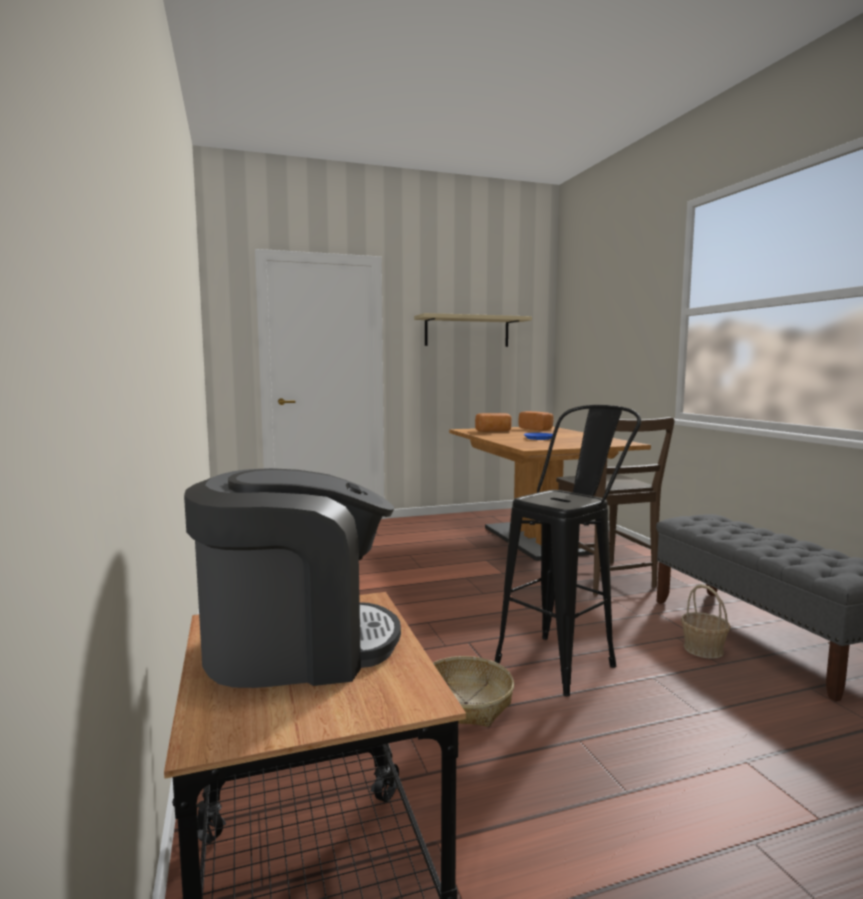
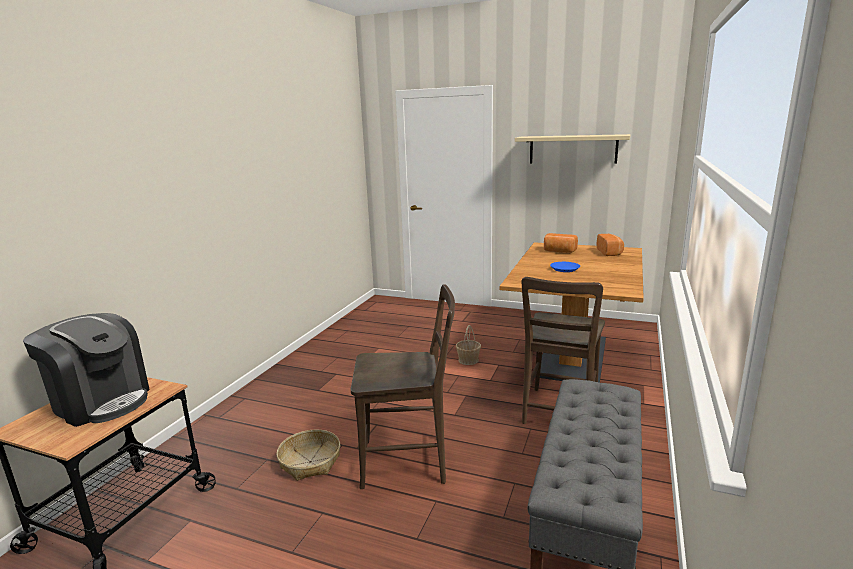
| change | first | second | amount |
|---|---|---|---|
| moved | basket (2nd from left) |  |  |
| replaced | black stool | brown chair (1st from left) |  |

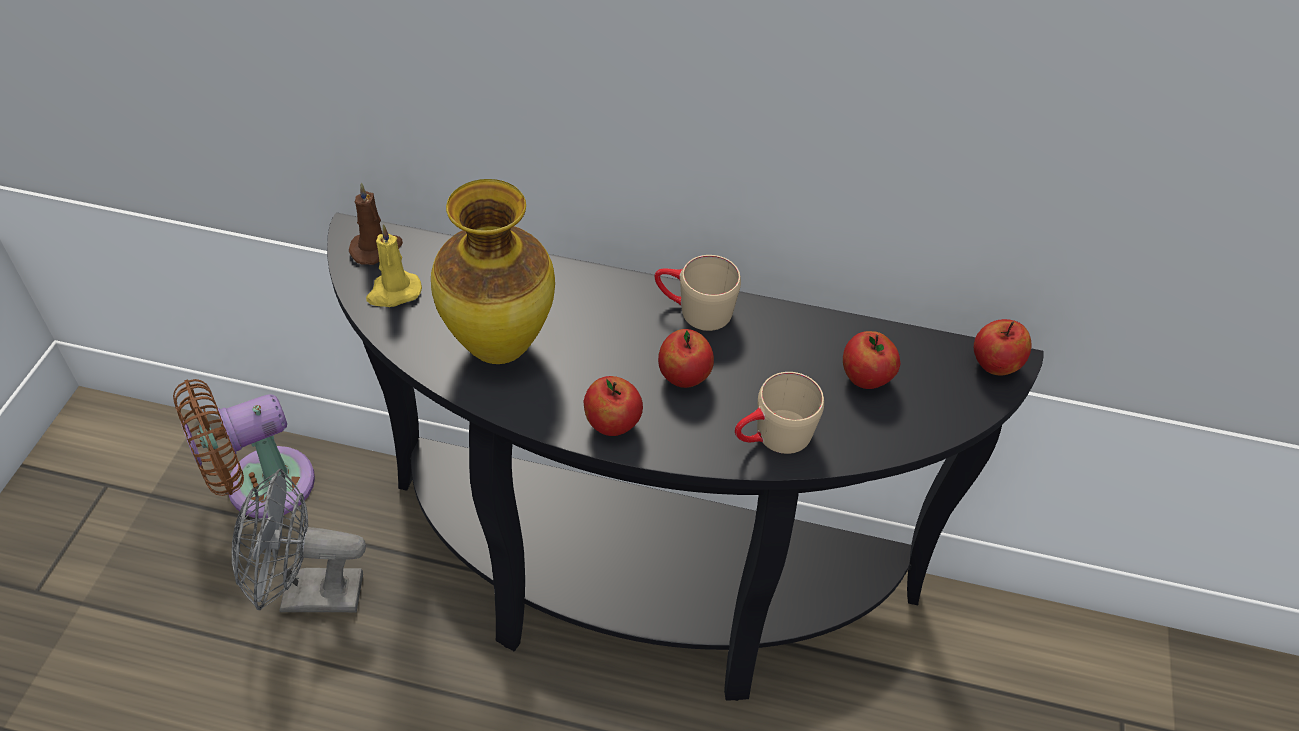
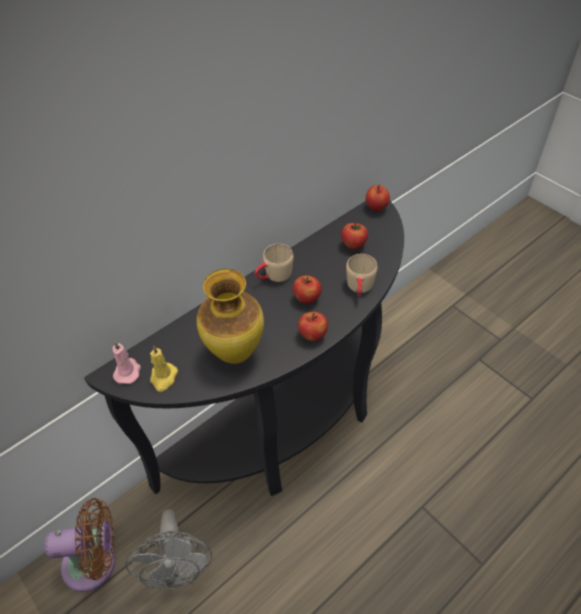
| change | first | second | amount |
|---|---|---|---|
| recoloured | brown candle | pink candle |  |
| turned | brown fan |  | 105 degrees counterclockwise |
| turned | grey fan |  | 45 degrees counterclockwise |

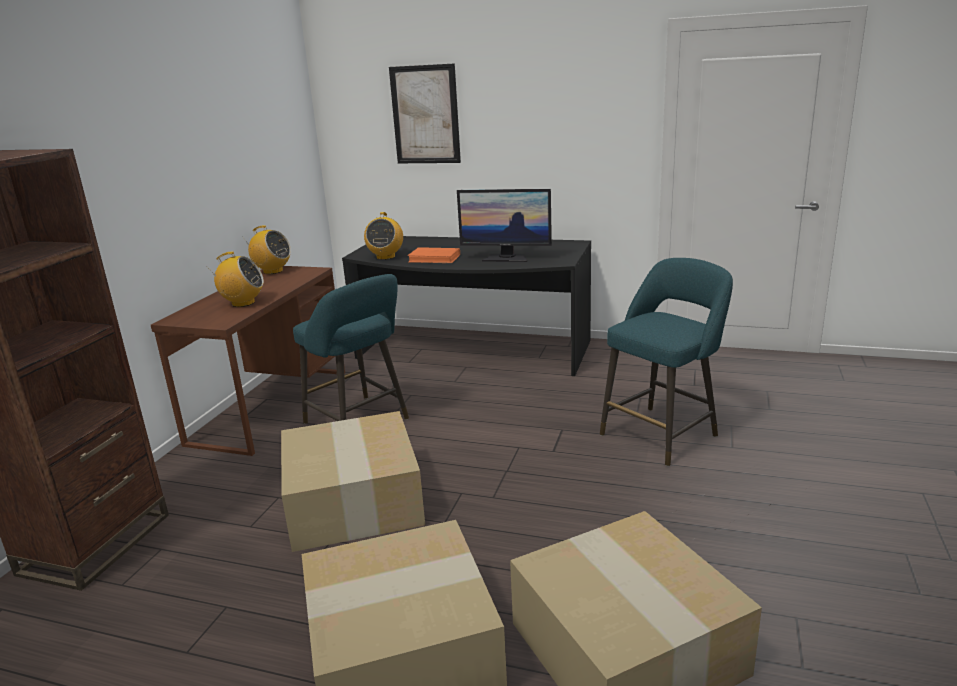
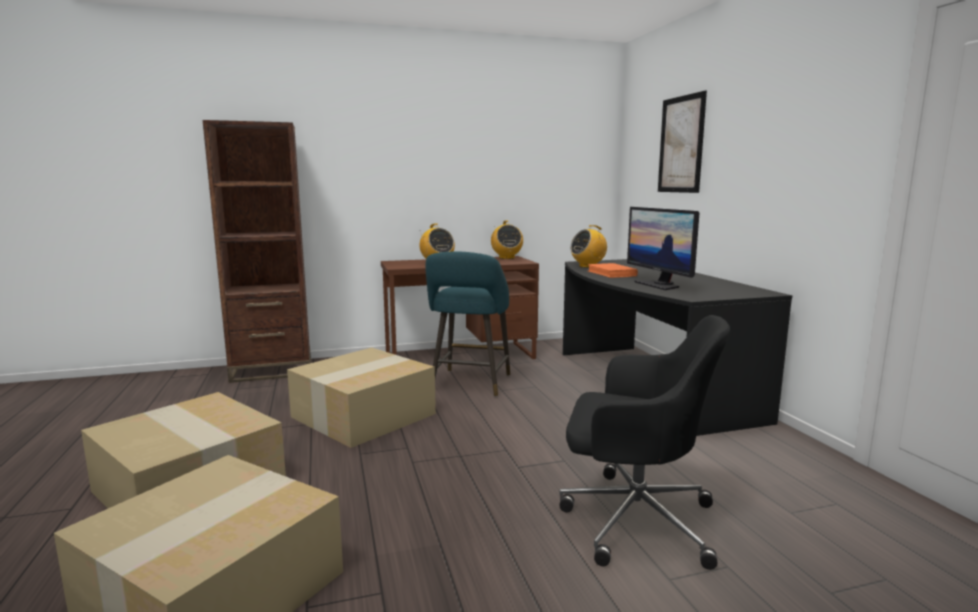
| change | first | second | amount |
|---|---|---|---|
| replaced | turquoise stool (2nd from left) | black office chair |  |

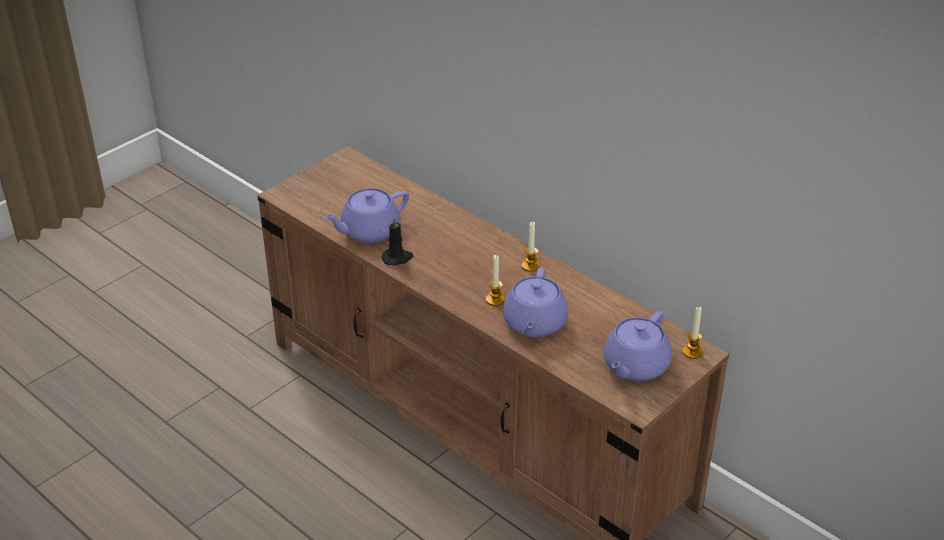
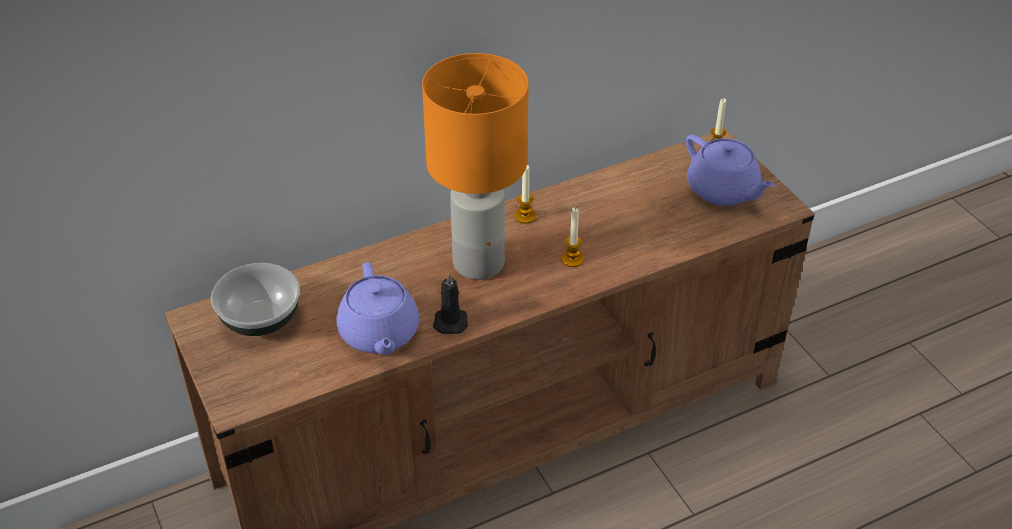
| change | first | second | amount |
|---|---|---|---|
| removed | purple teapot (2nd from left) |  |  |
| added |  | bowl |  |
| added |  | orange table lamp |  |

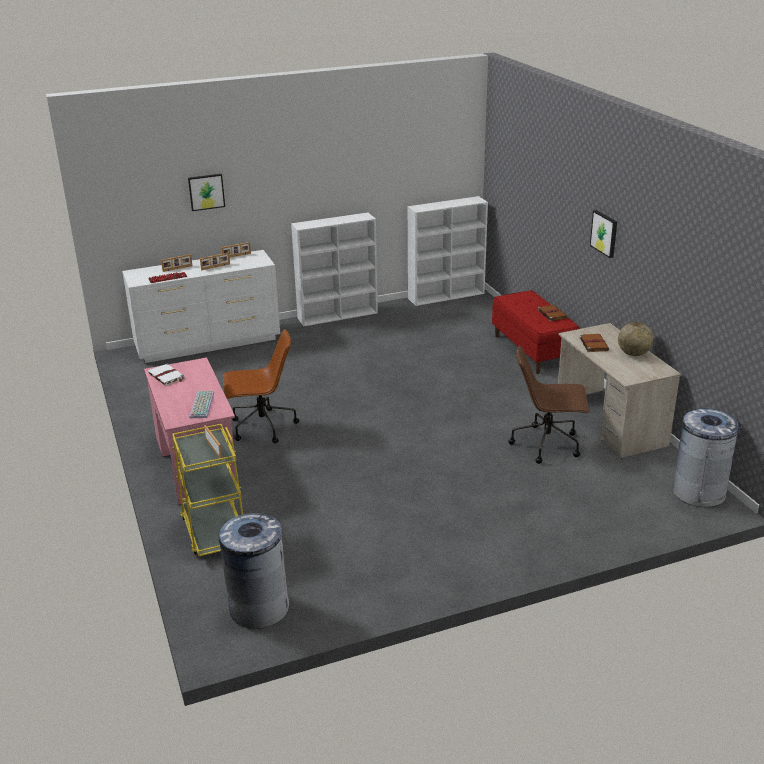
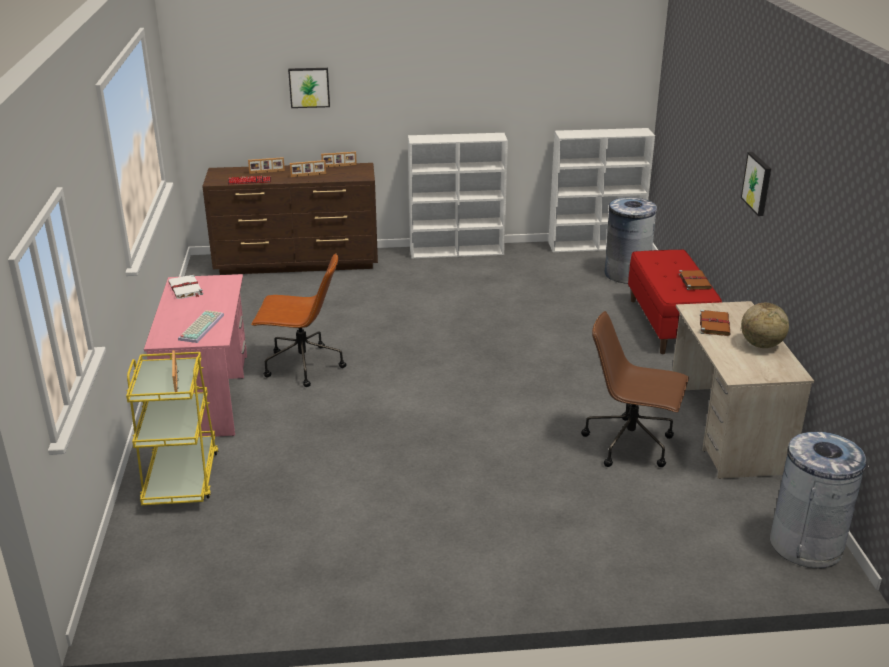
| change | first | second | amount |
|---|---|---|---|
| moved | grey trash can (1st from left) |  |  |
| recoloured | white dresser | brown dresser |  |

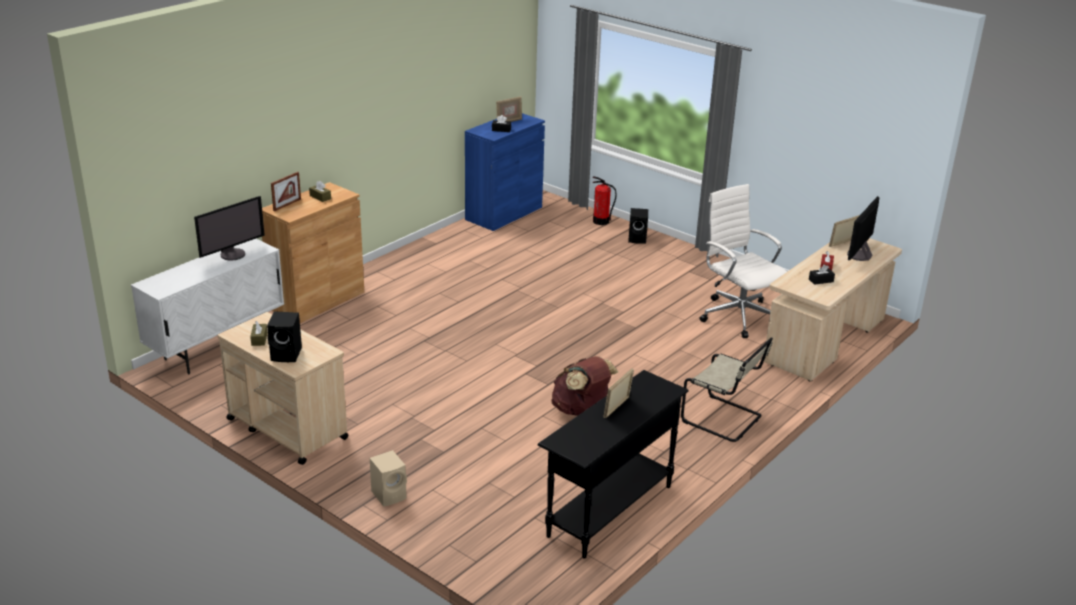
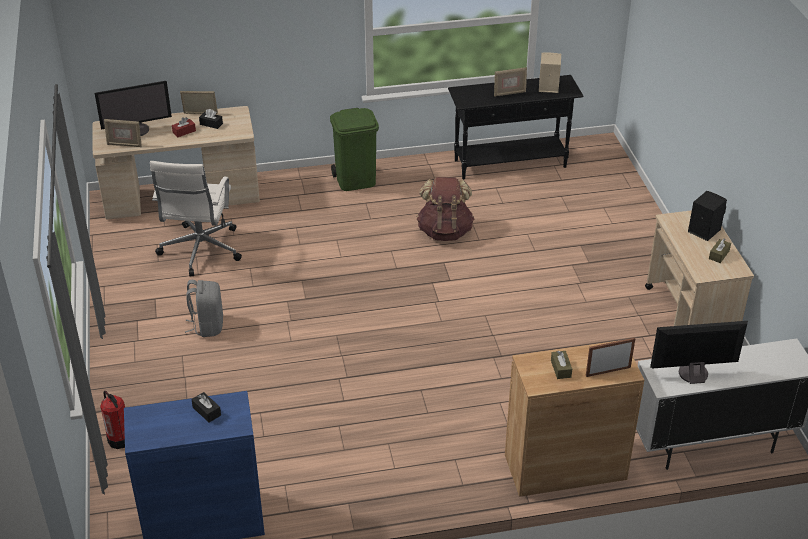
| change | first | second | amount |
|---|---|---|---|
| removed | black speaker (2nd from left) |  |  |
| added |  | grey backpack |  |
| moved | beige speaker |  |  |
| moved | picture frame (2nd from left) |  |  |
| replaced | beige chair | green trash can |  |

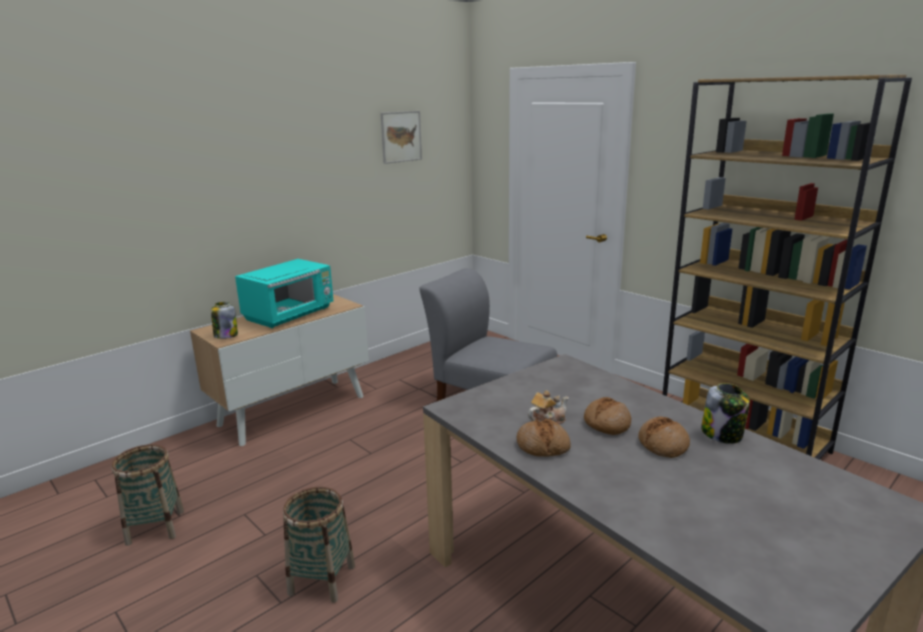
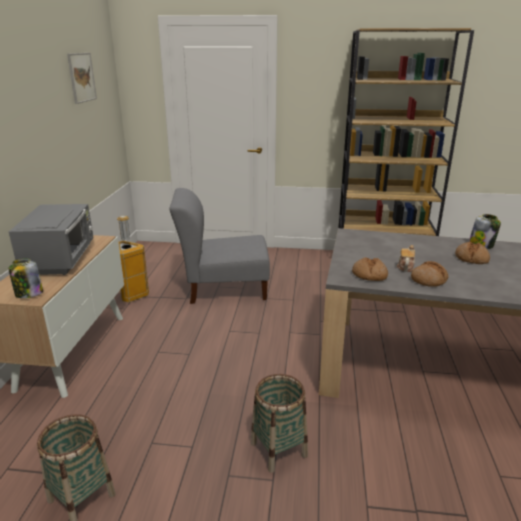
| change | first | second | amount |
|---|---|---|---|
| added |  | trash can |  |
| moved | bread (2nd from left in the first image) | bread (1st from left) |  |
| recoloured | turquoise microwave | grey microwave |  |

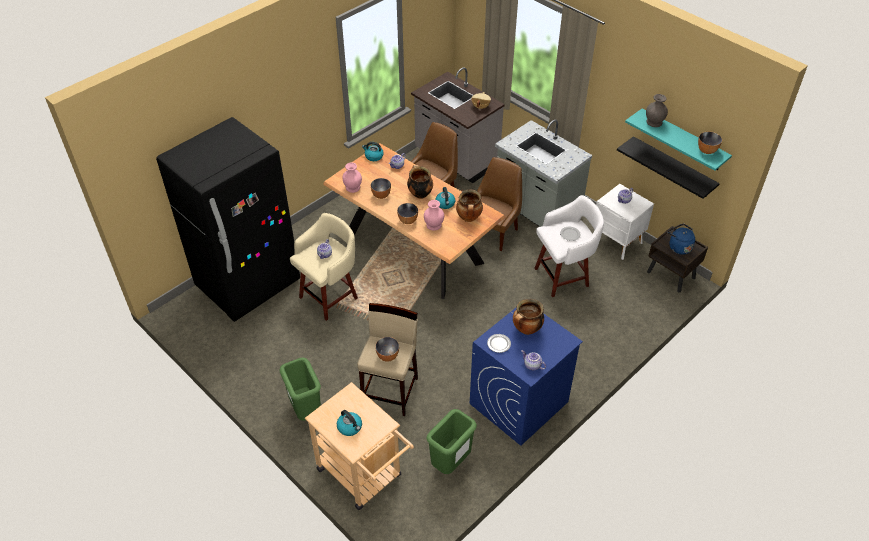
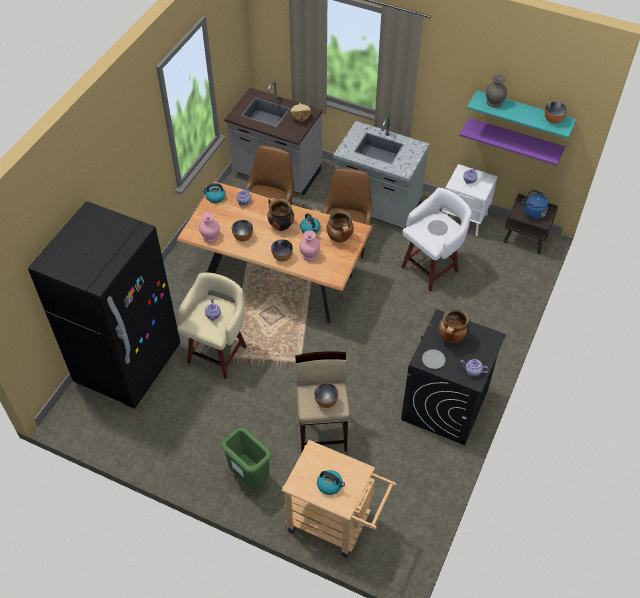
| change | first | second | amount |
|---|---|---|---|
| removed | green trash can (2nd from left) |  |  |
| recoloured | blue washing machine | black washing machine |  |
| recoloured | black shelf | purple shelf |  |

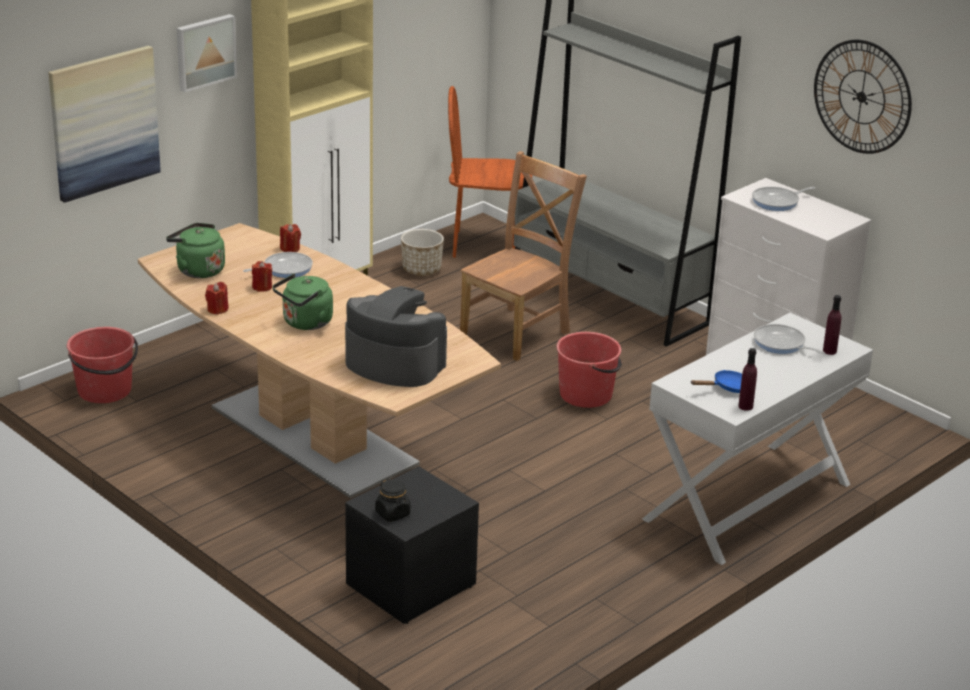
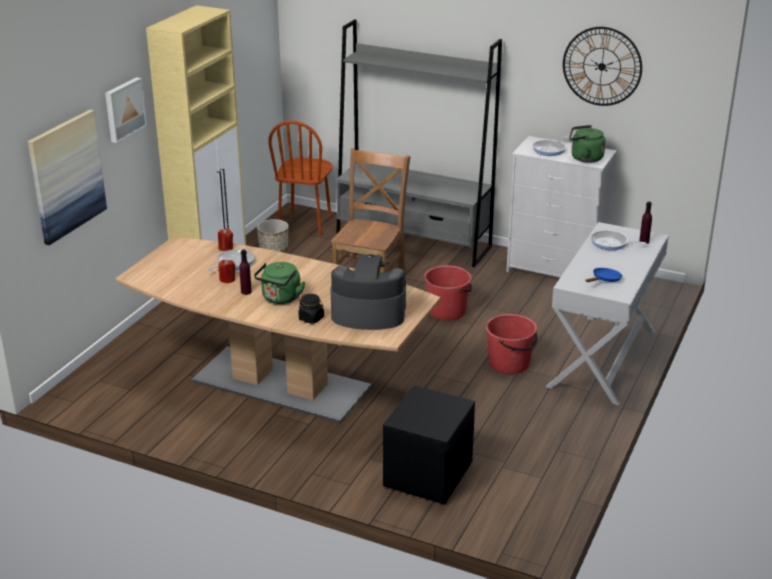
| change | first | second | amount |
|---|---|---|---|
| removed | red candle (1st from left) |  |  |
| moved | red bucket (1st from left in the first image) | red bucket (2nd from left) |  |
| moved | green kettle (1st from left in the first image) | green kettle (2nd from left) |  |
| moved | black jar |  |  |
| moved | purple bottle (1st from left) |  |  |
| turned | brown chair (1st from left) |  | 60 degrees counterclockwise |

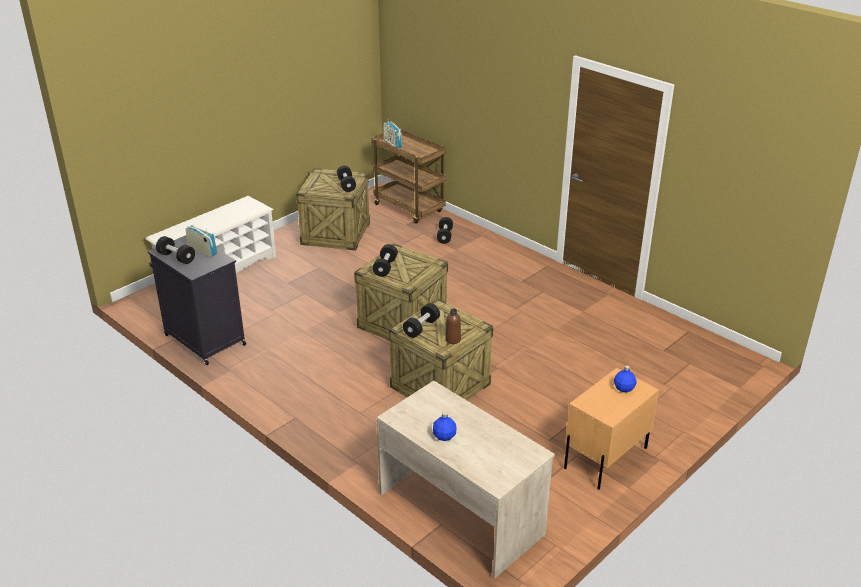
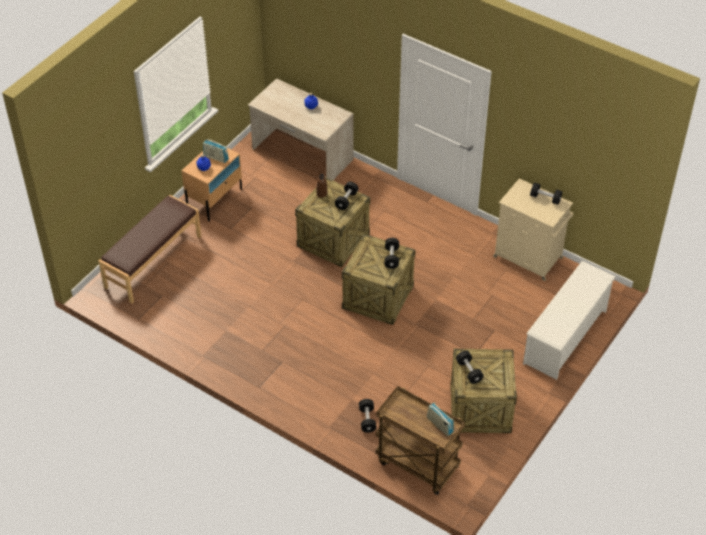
| change | first | second | amount |
|---|---|---|---|
| added |  | brown bench |  |
| moved | radio (1st from left) |  |  |
| recoloured | black cabinet | beige cabinet |  |

